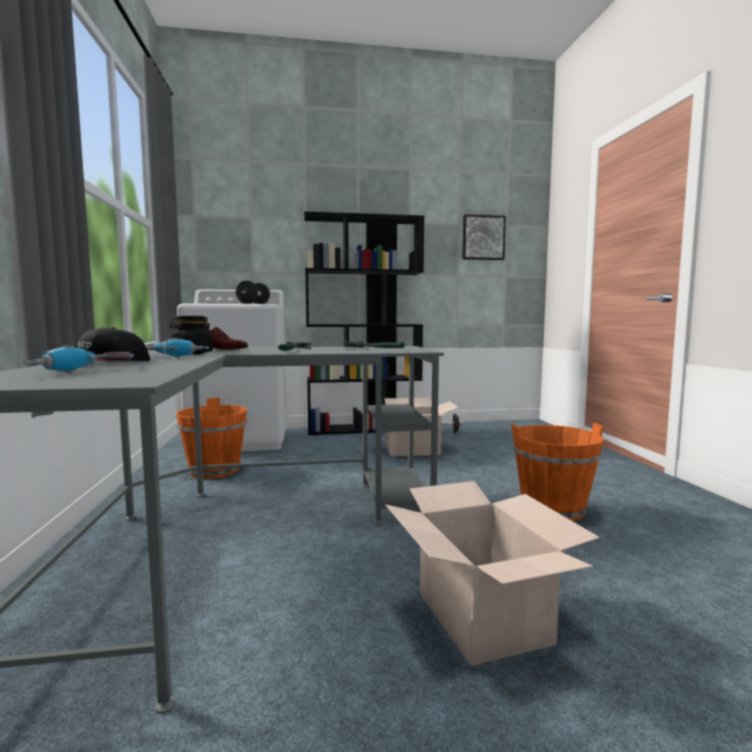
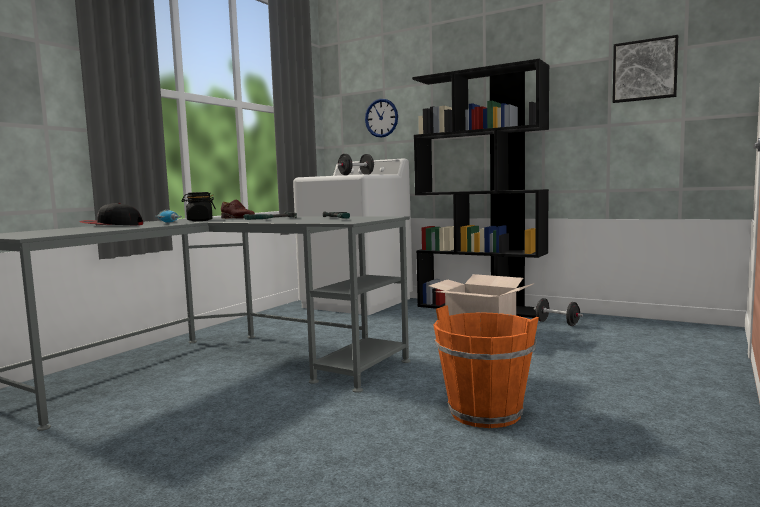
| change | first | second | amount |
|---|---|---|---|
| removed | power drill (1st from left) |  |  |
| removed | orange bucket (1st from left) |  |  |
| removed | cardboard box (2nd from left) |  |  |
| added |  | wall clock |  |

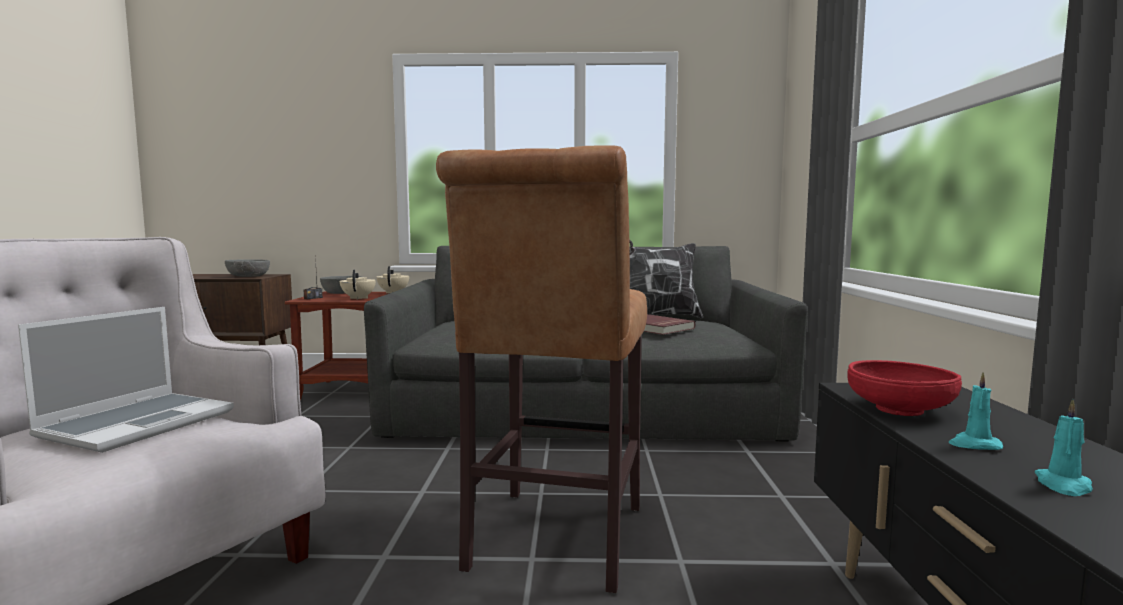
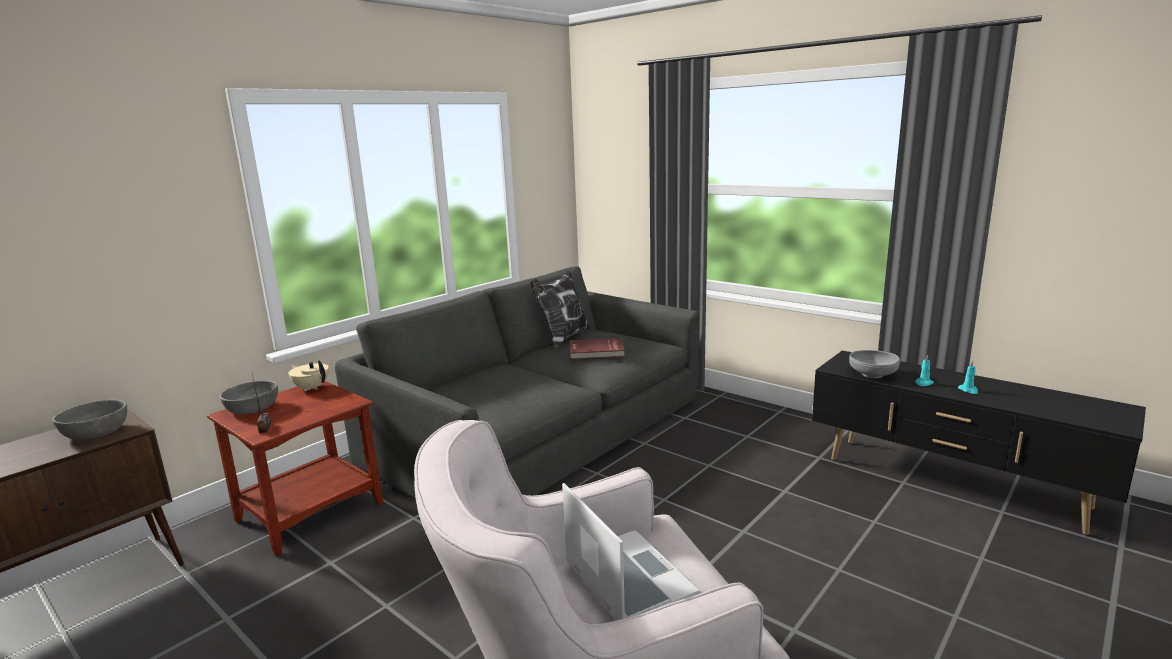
| change | first | second | amount |
|---|---|---|---|
| removed | beige teapot (1st from left) |  |  |
| removed | brown stool |  |  |
| recoloured | red bowl | grey bowl (3rd from left) |  |

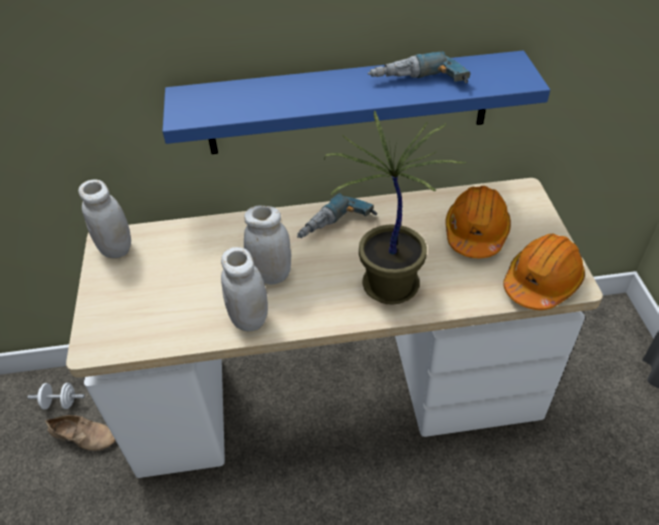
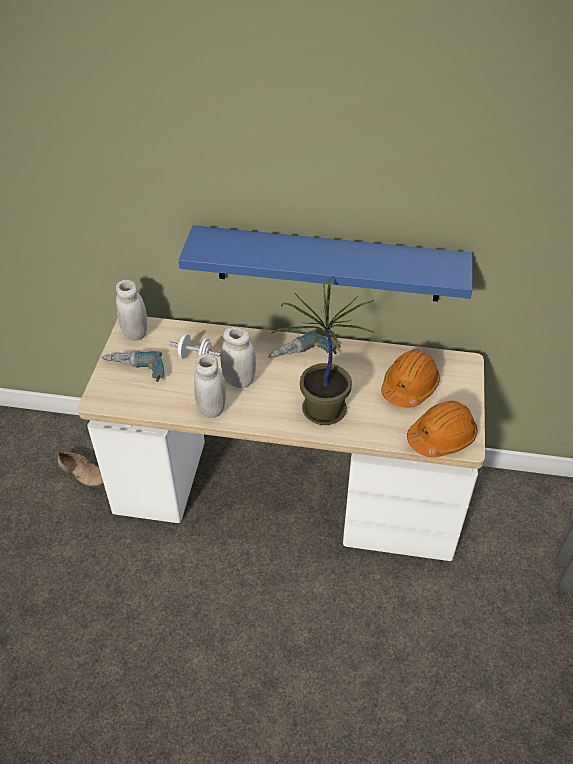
| change | first | second | amount |
|---|---|---|---|
| moved | white dumbbell |  |  |
| moved | power drill (2nd from left in the first image) | power drill (1st from left) |  |

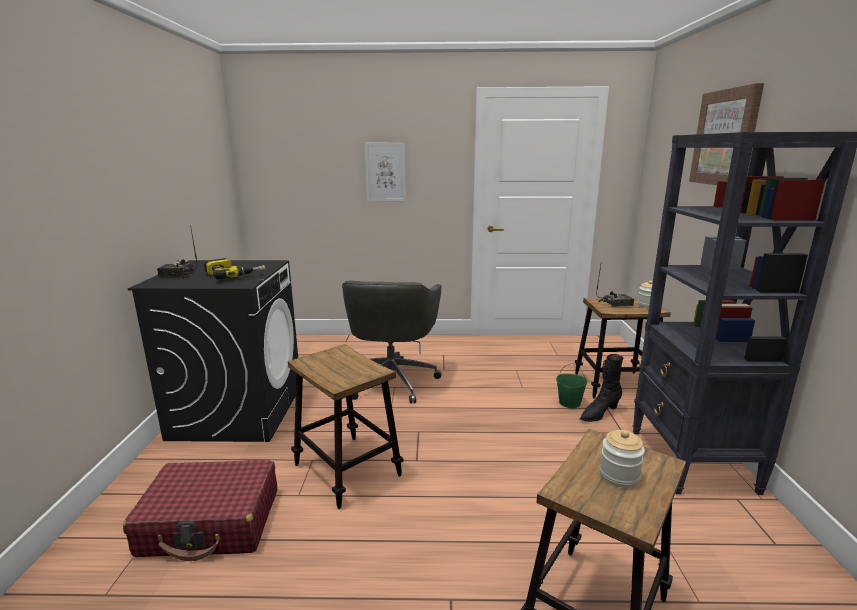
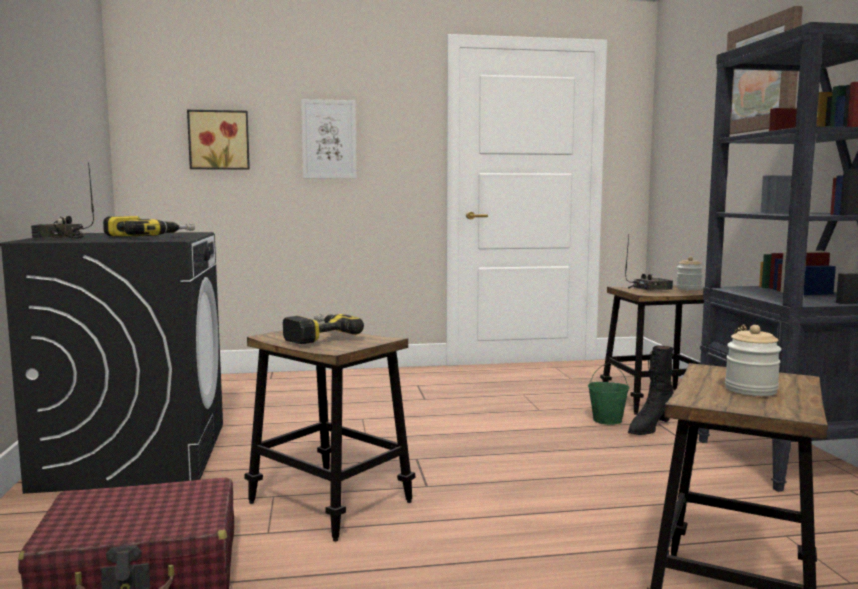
| change | first | second | amount |
|---|---|---|---|
| removed | grey office chair |  |  |
| added |  | picture (1st from left) |  |
| added |  | power drill (2nd from left) |  |

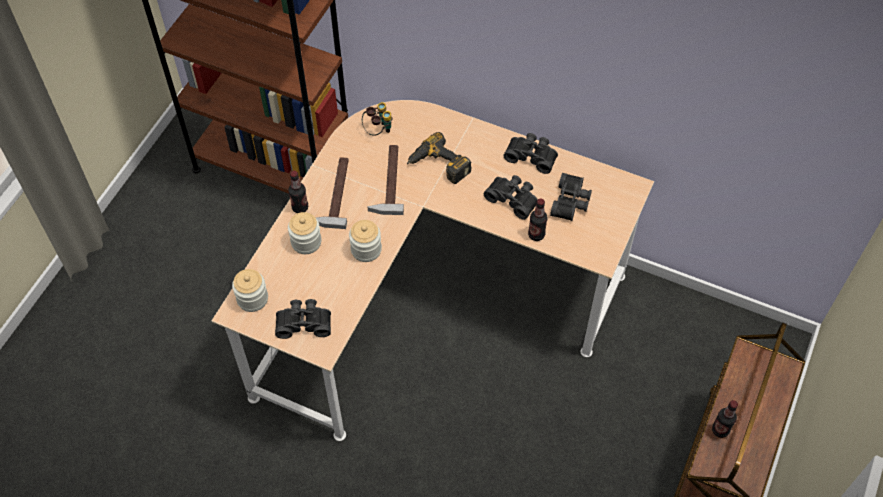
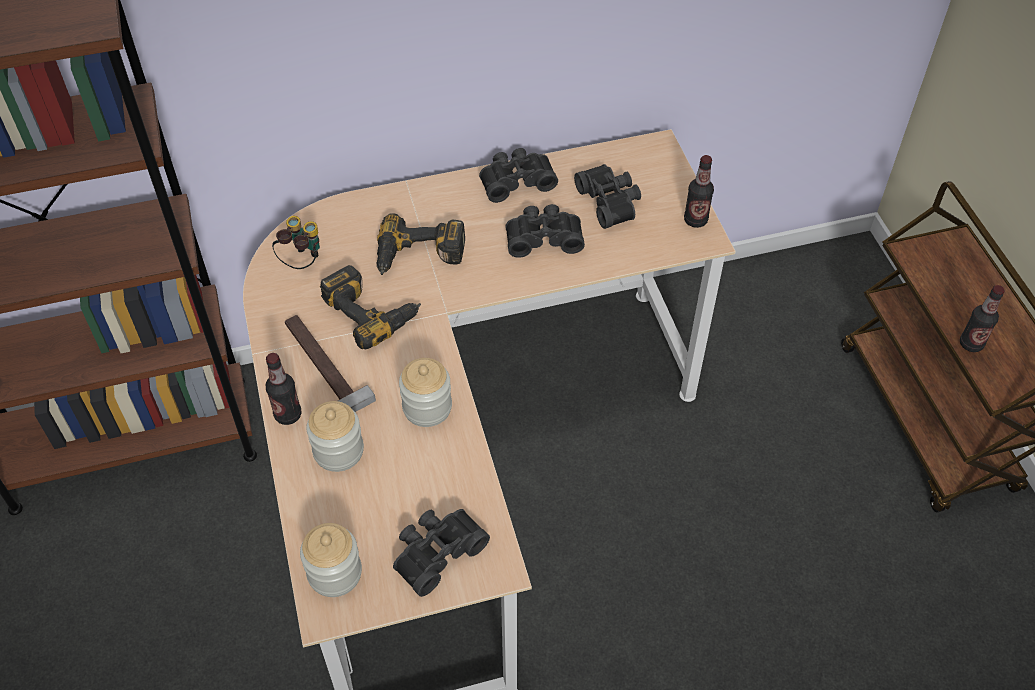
| change | first | second | amount |
|---|---|---|---|
| moved | bottle (2nd from left) |  |  |
| replaced | hammer (2nd from left) | power drill (1st from left) |  |

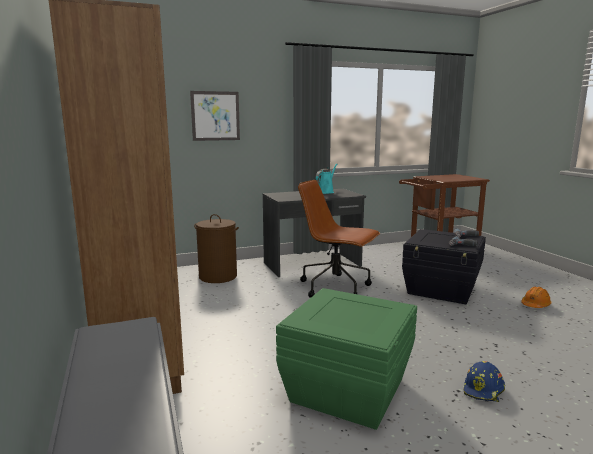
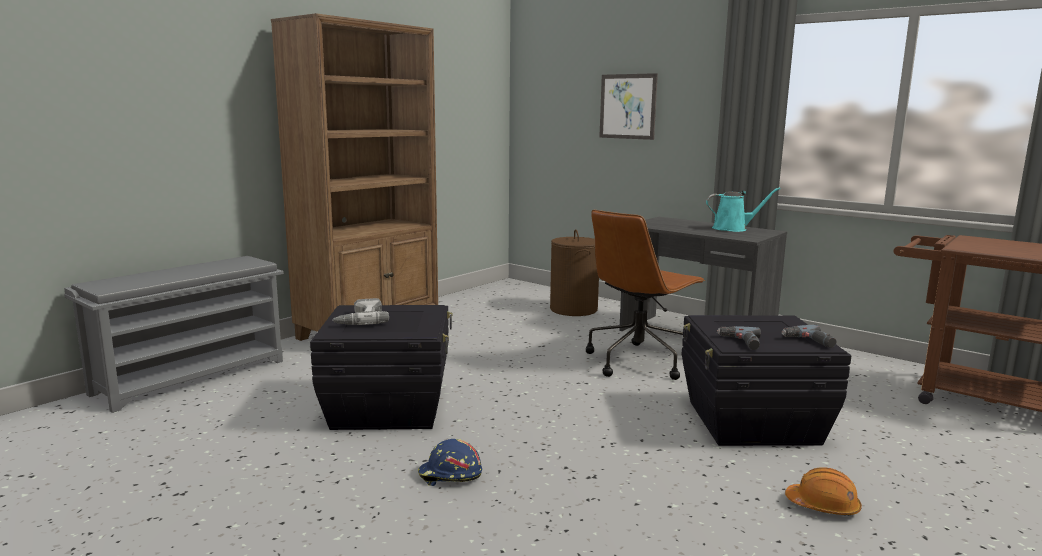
| change | first | second | amount |
|---|---|---|---|
| added |  | power drill (1st from left) |  |
| recoloured | green storage box | black storage box (1st from left) |  |
| turned | brown office chair |  | 135 degrees counterclockwise |

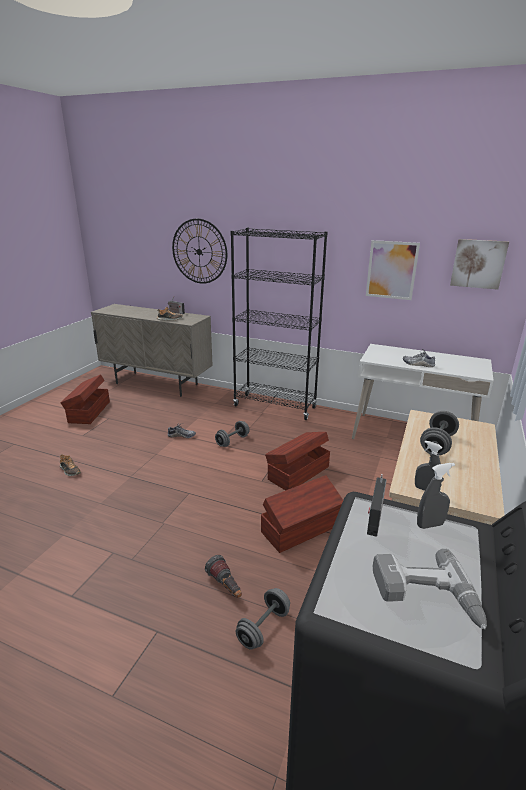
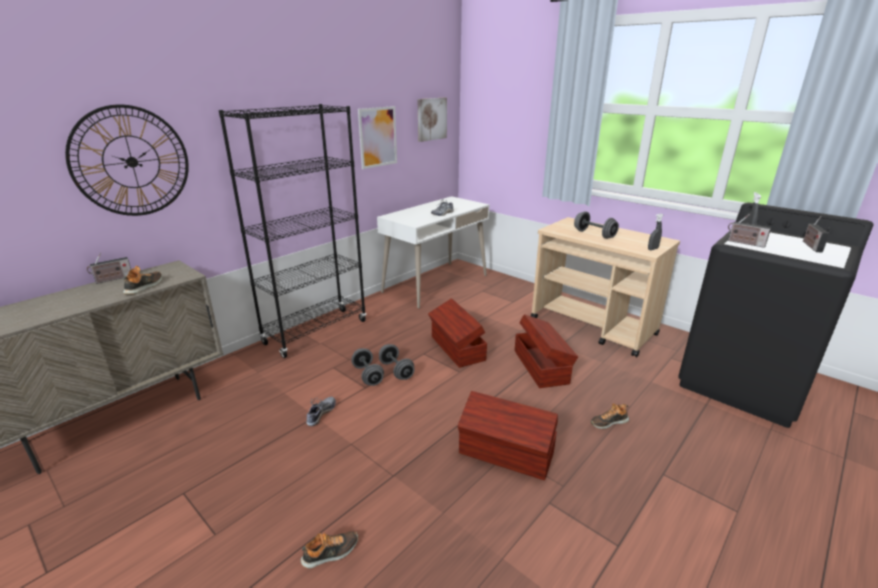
| change | first | second | amount |
|---|---|---|---|
| moved | brown storage box (1st from left in the first image) | brown storage box (2nd from left) |  |
| moved | grey dumbbell (2nd from left) |  |  |
| replaced | flashlight | shoe (5th from left) |  |
| replaced | power drill | radio (3rd from left) |  |

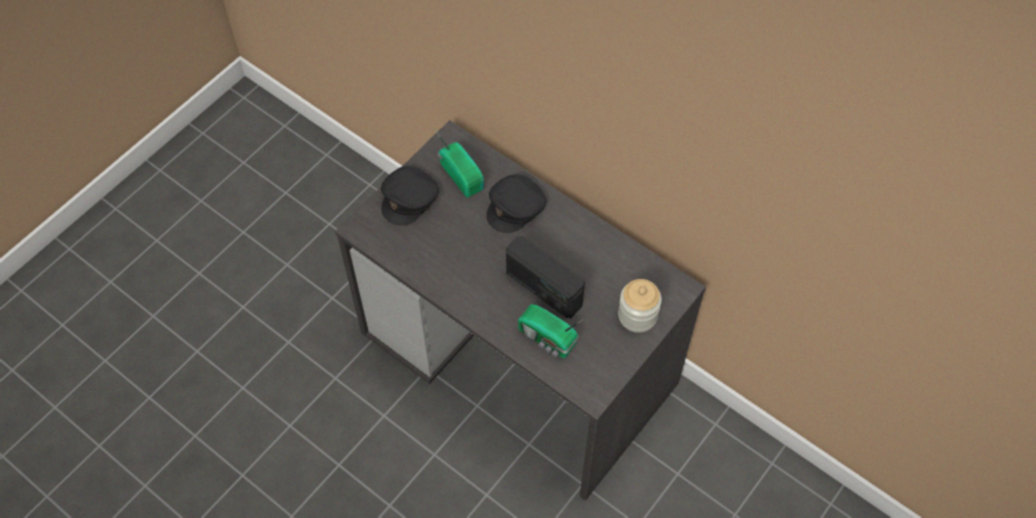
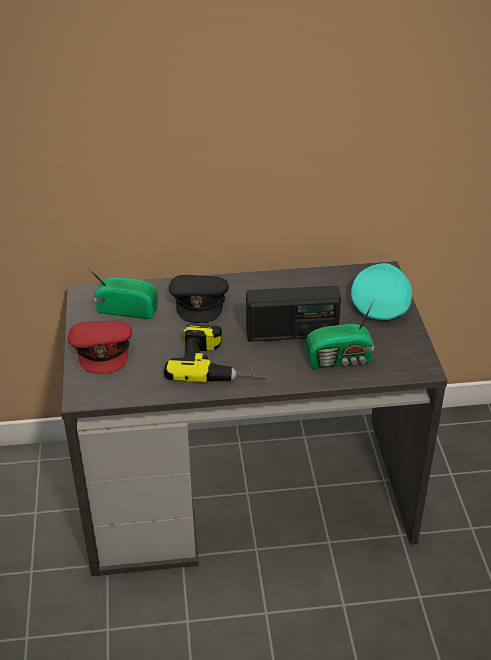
| change | first | second | amount |
|---|---|---|---|
| added |  | power drill |  |
| replaced | jar | turquoise cap |  |
| recoloured | black cap (1st from left) | red cap |  |

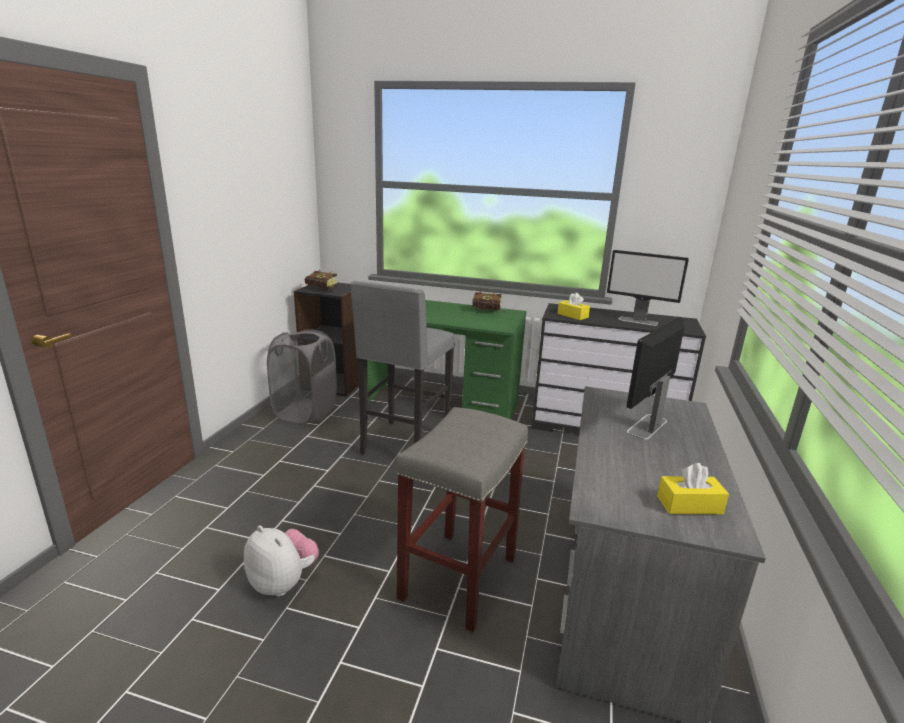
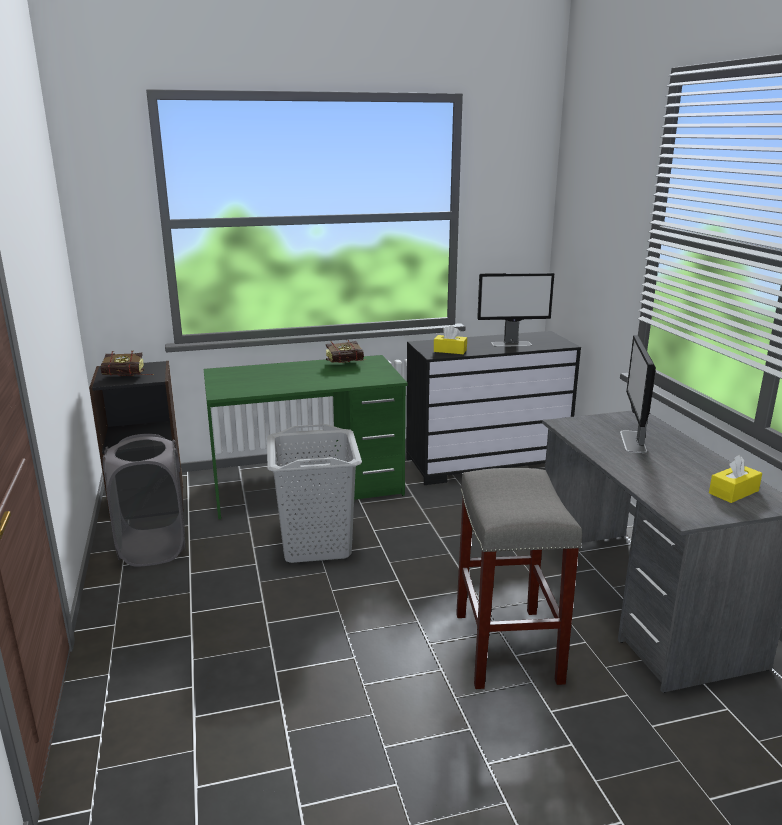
| change | first | second | amount |
|---|---|---|---|
| removed | plush toy |  |  |
| replaced | grey stool (1st from left) | grey laundry basket (2nd from left) |  |

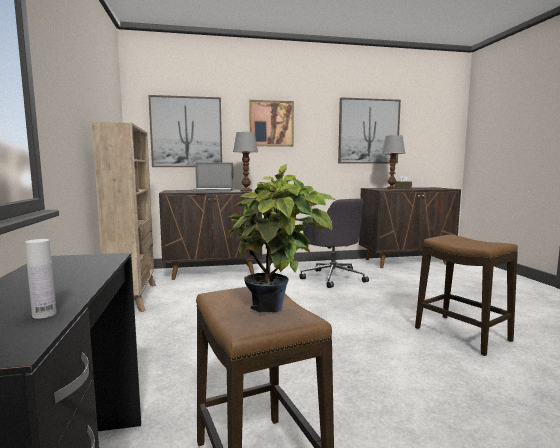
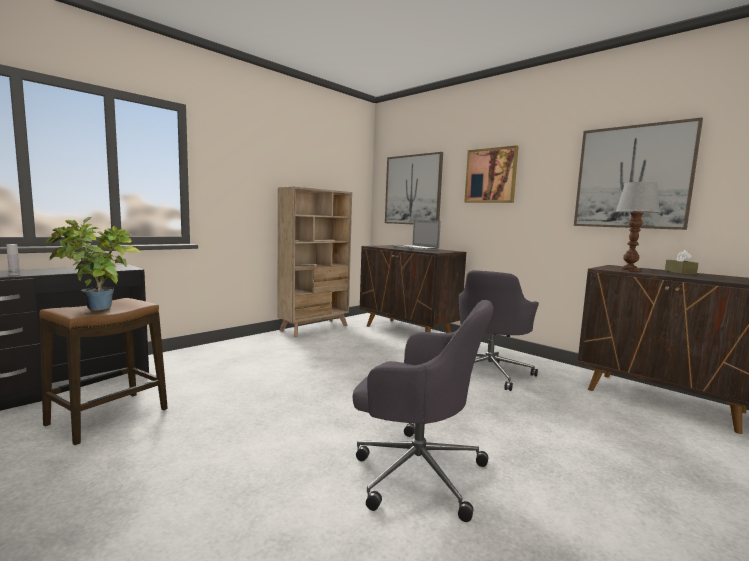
| change | first | second | amount |
|---|---|---|---|
| removed | table lamp (1st from left) |  |  |
| replaced | stool (2nd from left) | grey office chair (1st from left) |  |

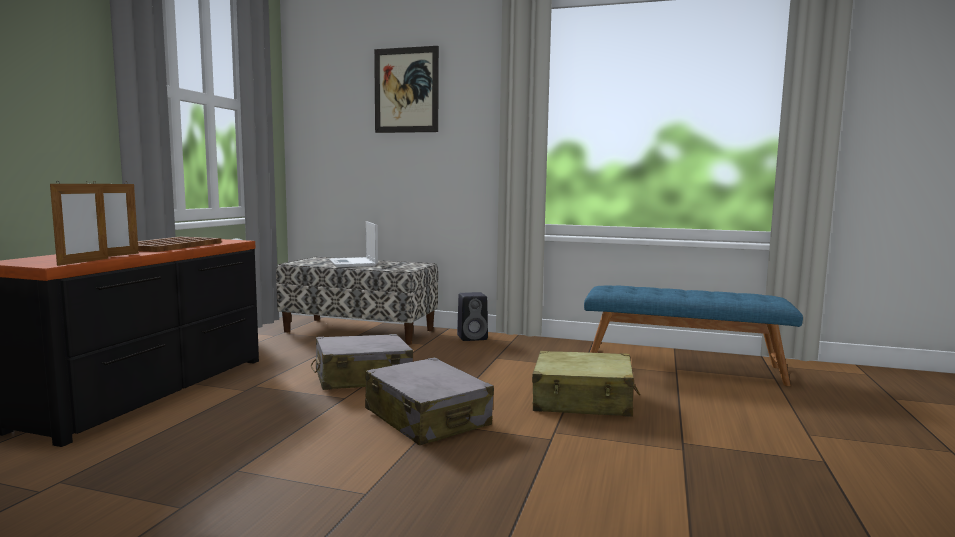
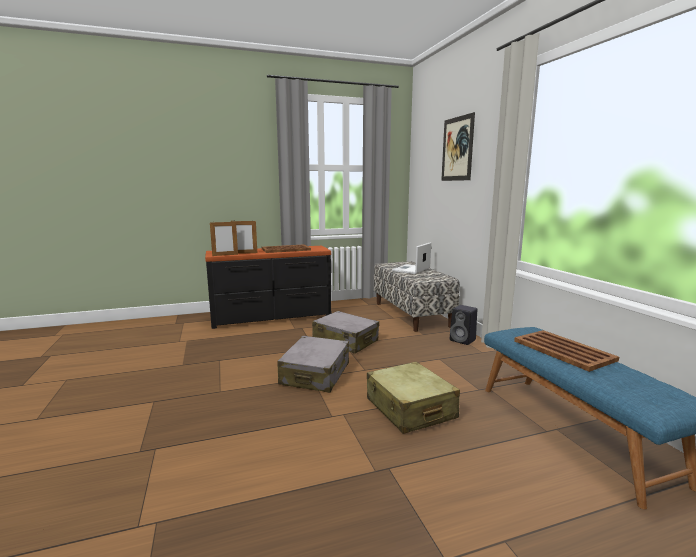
| change | first | second | amount |
|---|---|---|---|
| added |  | brown tray (2nd from left) |  |

